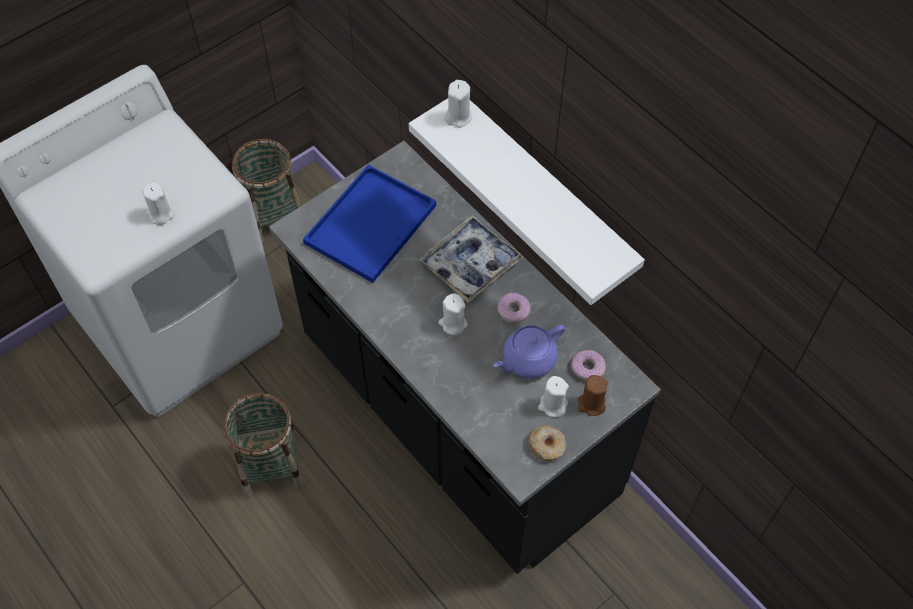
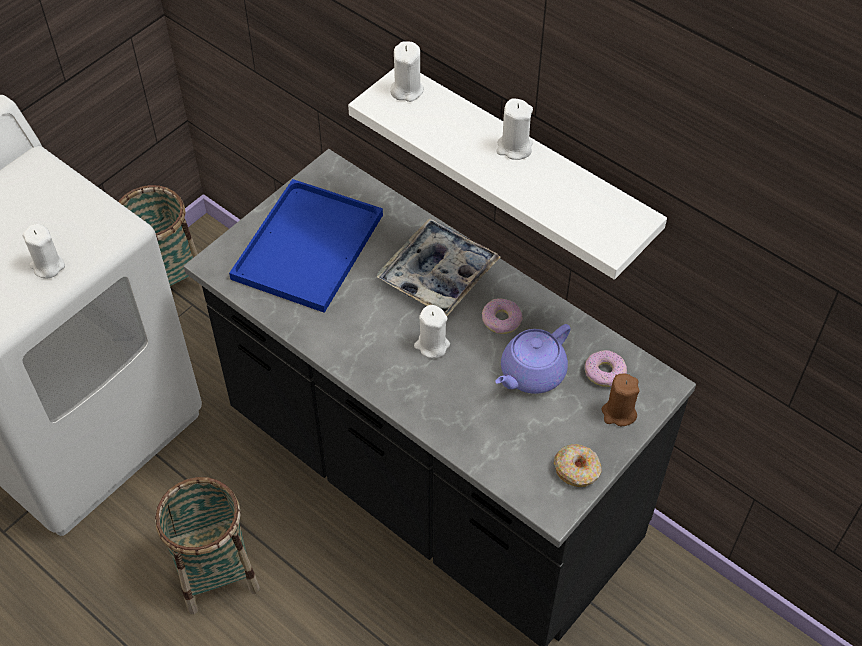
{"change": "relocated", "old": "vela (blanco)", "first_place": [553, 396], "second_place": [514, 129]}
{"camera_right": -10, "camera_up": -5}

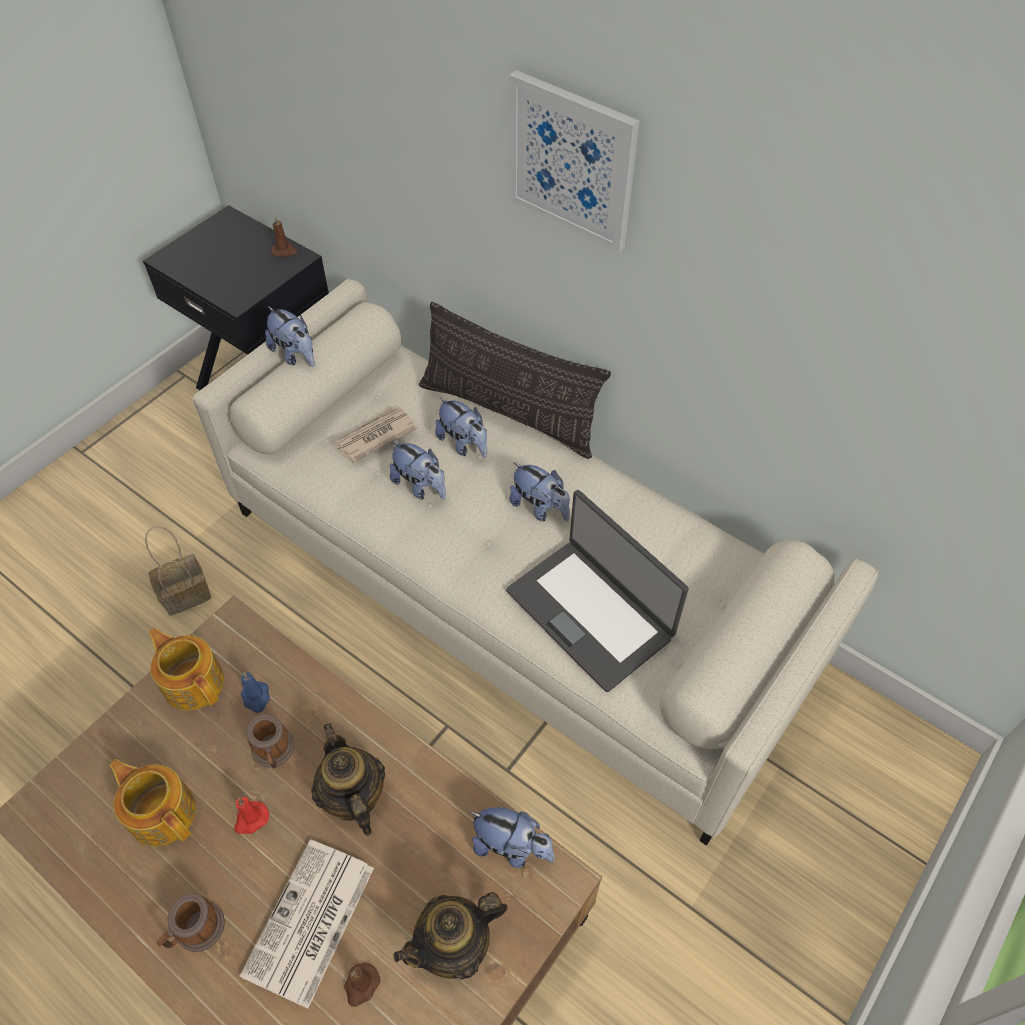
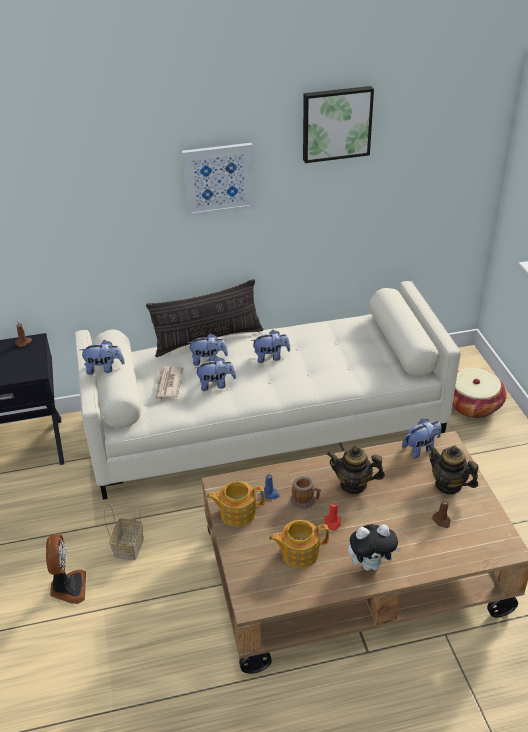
{"change": "exchanged", "old": "taza grande", "new": "peluche", "first_place": [190, 923], "second_place": [375, 547]}
{"change": "missing", "old": "periódico", "first_place": [307, 924]}
{"change": "spun", "old": "tetera", "first_place": [451, 936], "second_place": [453, 469], "degrees": 120}
{"change": "missing", "old": "portátil", "first_place": [597, 591]}
{"change": "appeared", "new": "ventilador", "second_place": [66, 569]}
{"change": "appeared", "new": "cuadro", "second_place": [338, 124]}
{"change": "appeared", "new": "cesta", "second_place": [479, 393]}
{"camera_right": -50, "camera_up": -15}

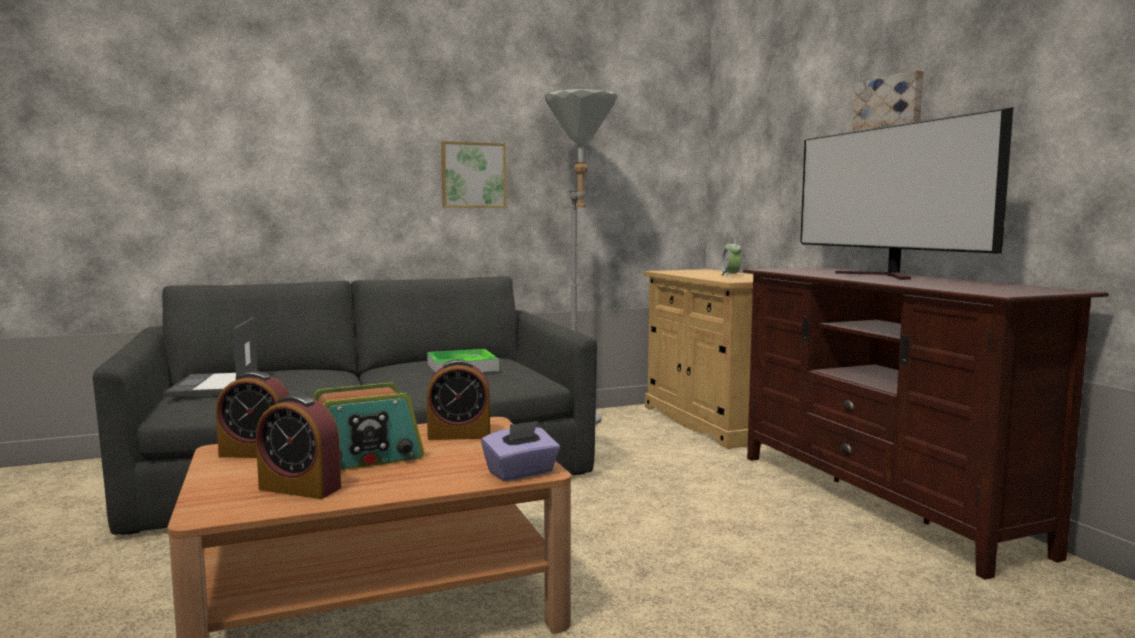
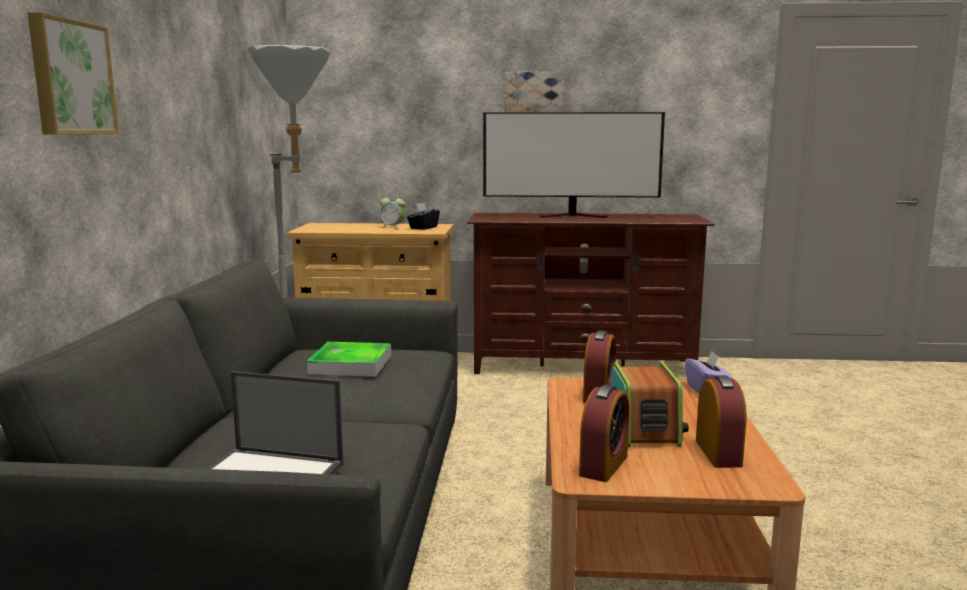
{"change": "spun", "old": "despertador", "first_place": [298, 446], "second_place": [721, 421], "degrees": -45}
{"change": "relocated", "old": "cuadro", "first_place": [473, 174], "second_place": [73, 73]}
{"change": "appeared", "new": "caja de pañuelos (negro)", "second_place": [423, 216]}
{"camera_right": -65, "camera_up": 5}

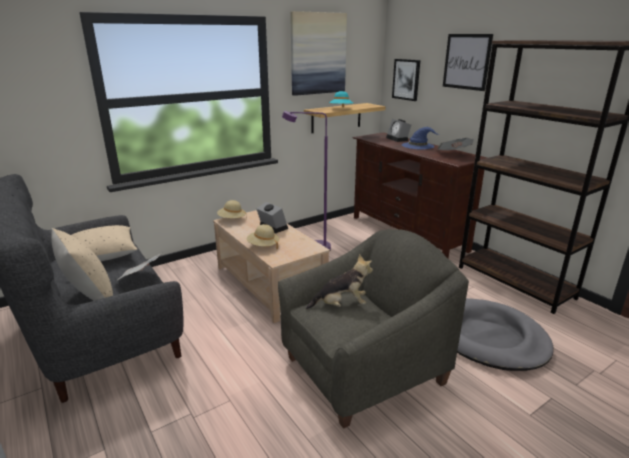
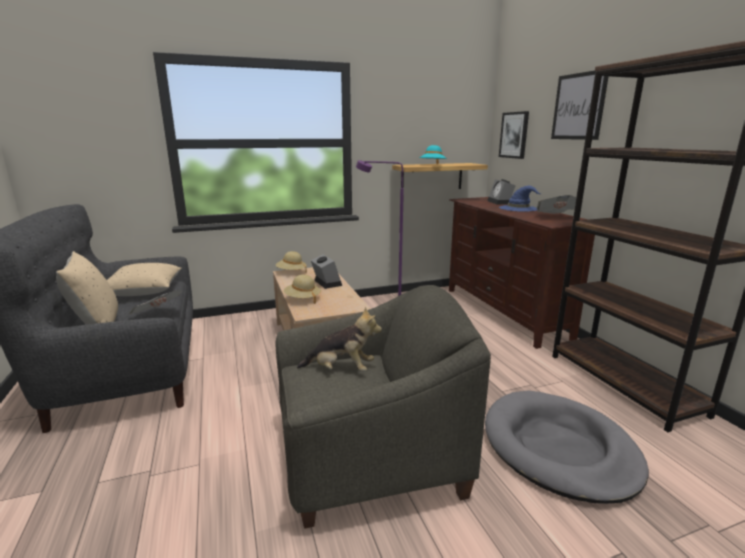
{"change": "missing", "old": "cuadro", "first_place": [318, 53]}
{"camera_right": 15, "camera_up": -5}

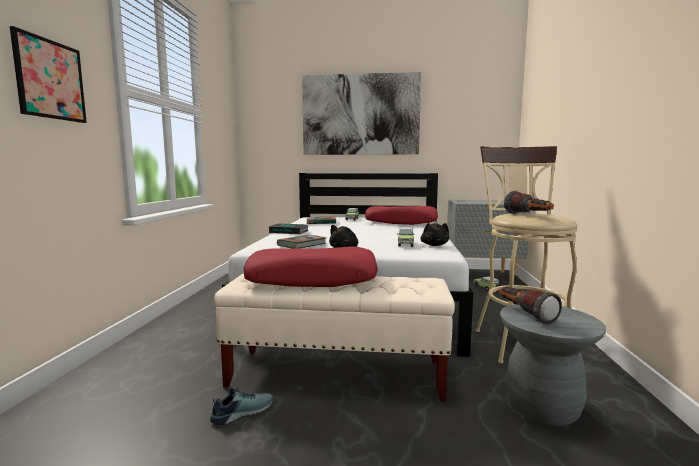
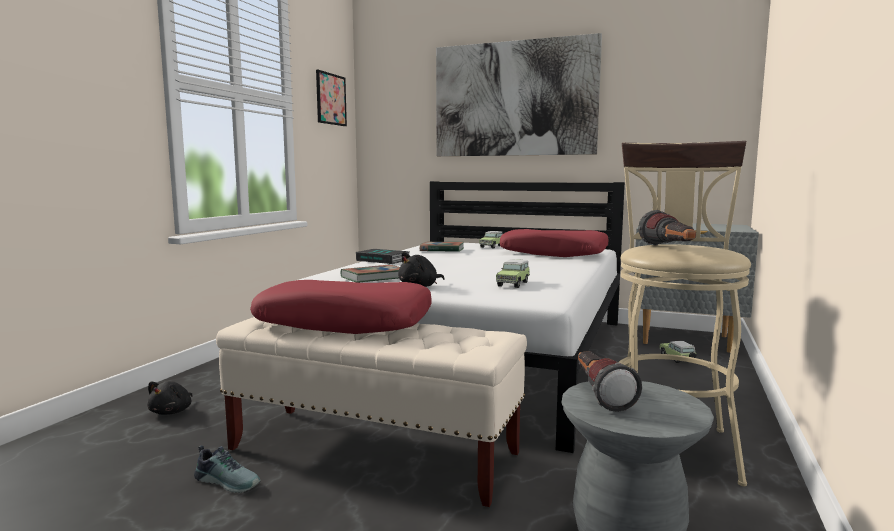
{"change": "relocated", "old": "cuadro", "first_place": [48, 74], "second_place": [331, 98]}
{"change": "spun", "old": "zapato", "first_place": [241, 406], "second_place": [227, 469], "degrees": 45}
{"change": "relocated", "old": "peluche (negro)", "first_place": [435, 234], "second_place": [170, 398]}
{"camera_right": 15, "camera_up": 0}

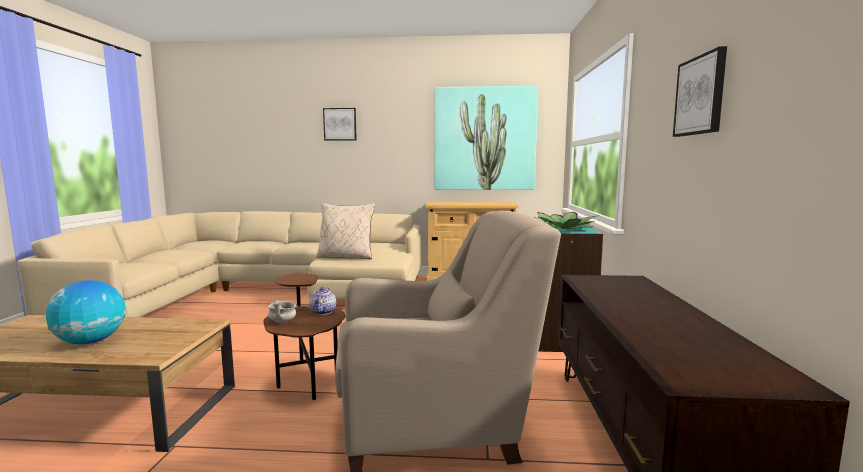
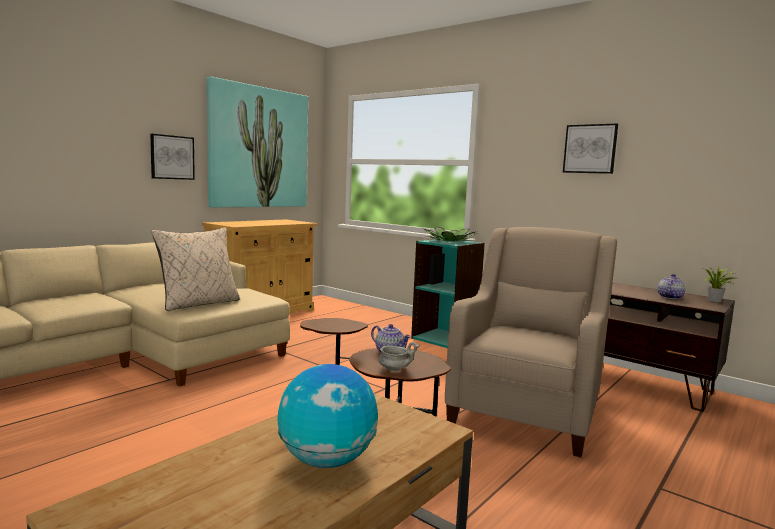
{"change": "relocated", "old": "cuadro", "first_place": [340, 124], "second_place": [172, 157]}
{"change": "appeared", "new": "tetera", "second_place": [672, 286]}
{"change": "appeared", "new": "planta en maceta", "second_place": [719, 284]}
{"camera_right": -55, "camera_up": 0}

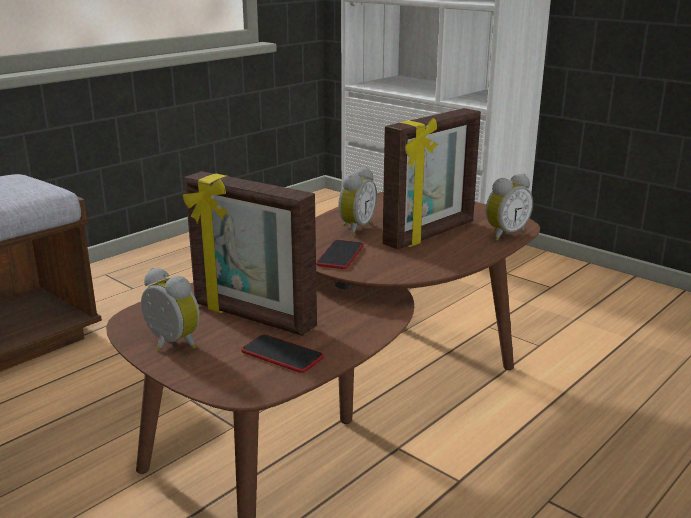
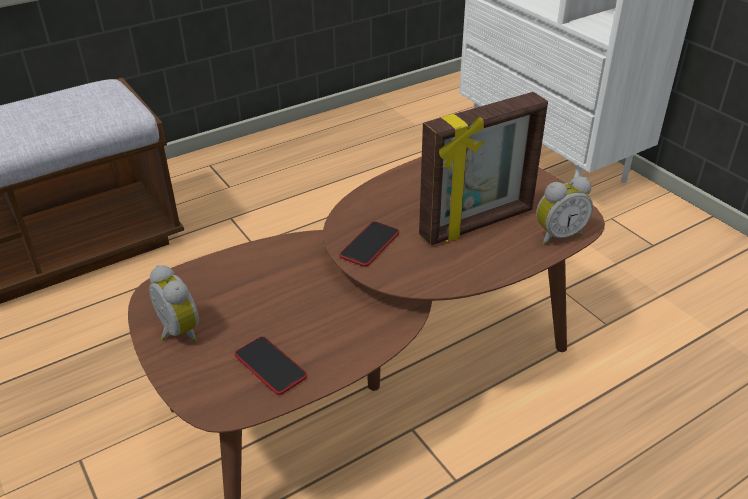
{"change": "missing", "old": "portarretratos", "first_place": [250, 253]}
{"change": "missing", "old": "despertador", "first_place": [357, 201]}
{"camera_right": 15, "camera_up": 15}

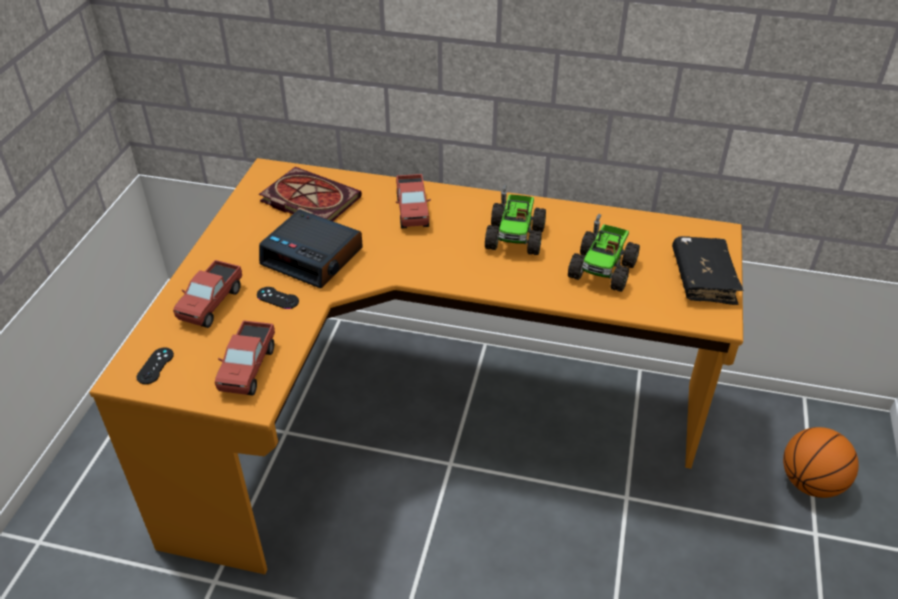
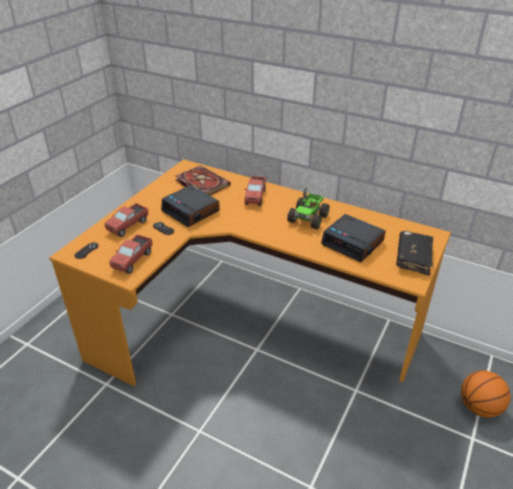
{"change": "exchanged", "old": "camión de juguete", "new": "despertador", "first_place": [604, 253], "second_place": [353, 238]}
{"camera_right": 15, "camera_up": -5}

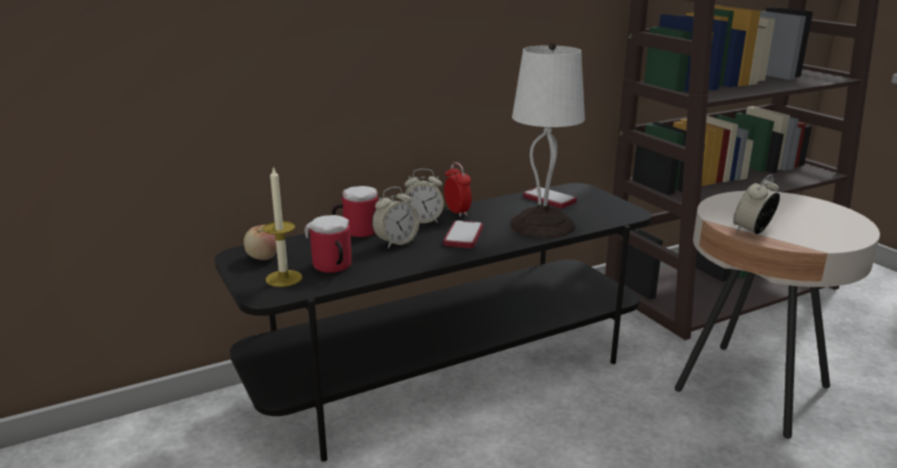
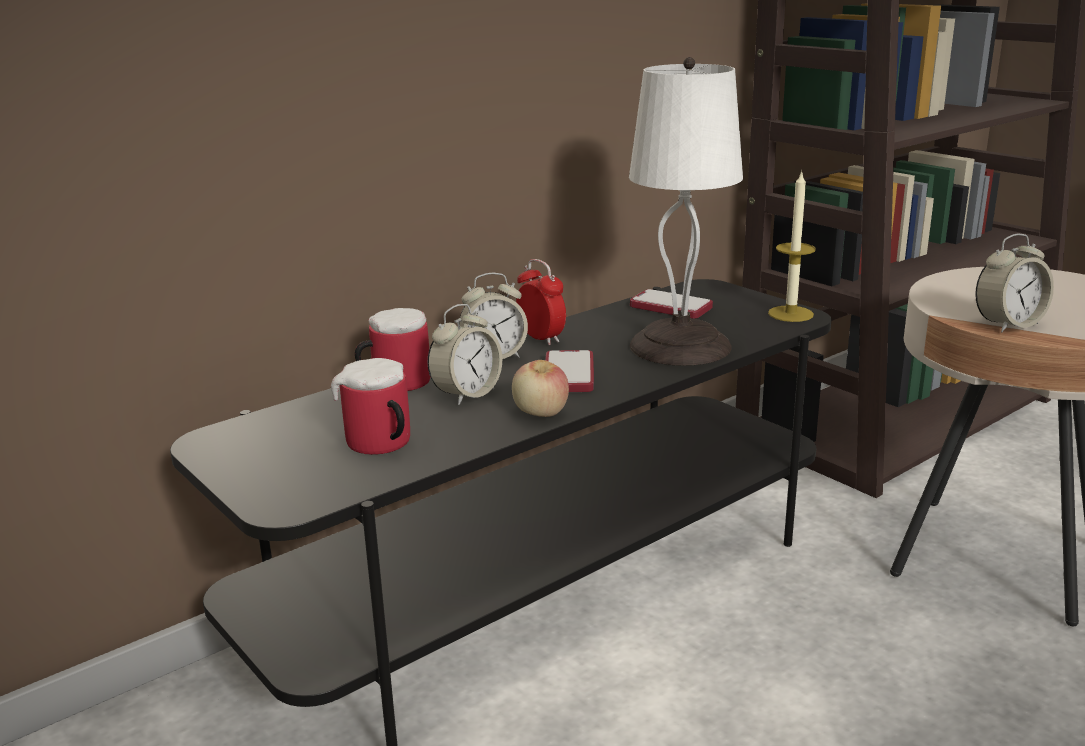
{"change": "relocated", "old": "manzana", "first_place": [260, 242], "second_place": [540, 388]}
{"change": "relocated", "old": "vela", "first_place": [282, 226], "second_place": [792, 246]}
{"change": "spun", "old": "despertador", "first_place": [756, 204], "second_place": [1014, 282], "degrees": -150}
{"camera_right": -10, "camera_up": 0}

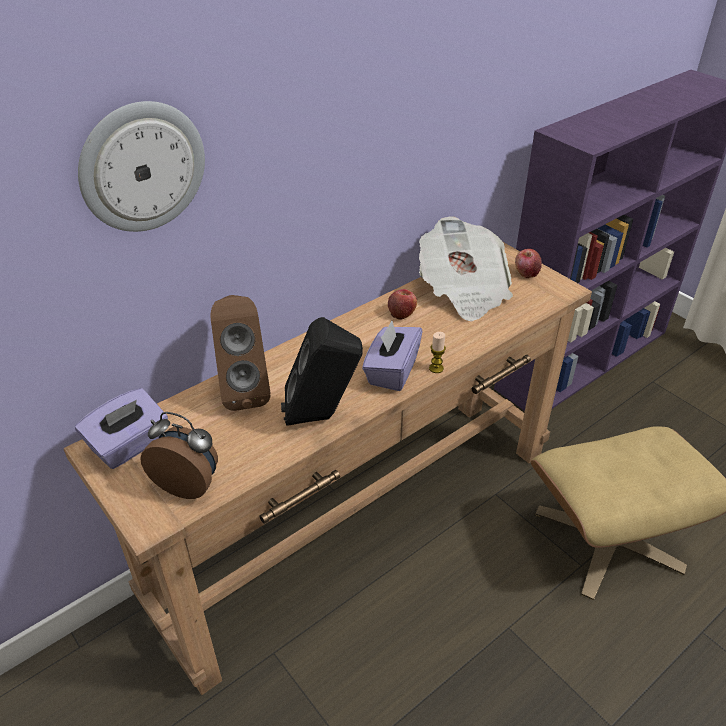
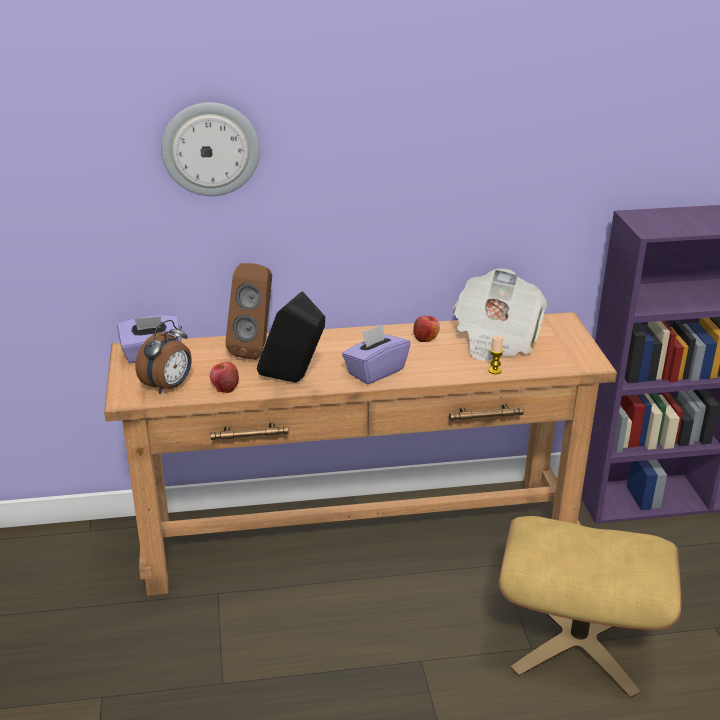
{"change": "spun", "old": "despertador", "first_place": [179, 455], "second_place": [163, 357], "degrees": 75}
{"change": "relocated", "old": "vela", "first_place": [437, 352], "second_place": [496, 355]}
{"change": "relocated", "old": "manzana", "first_place": [528, 263], "second_place": [224, 377]}
{"camera_right": 30, "camera_up": -10}

